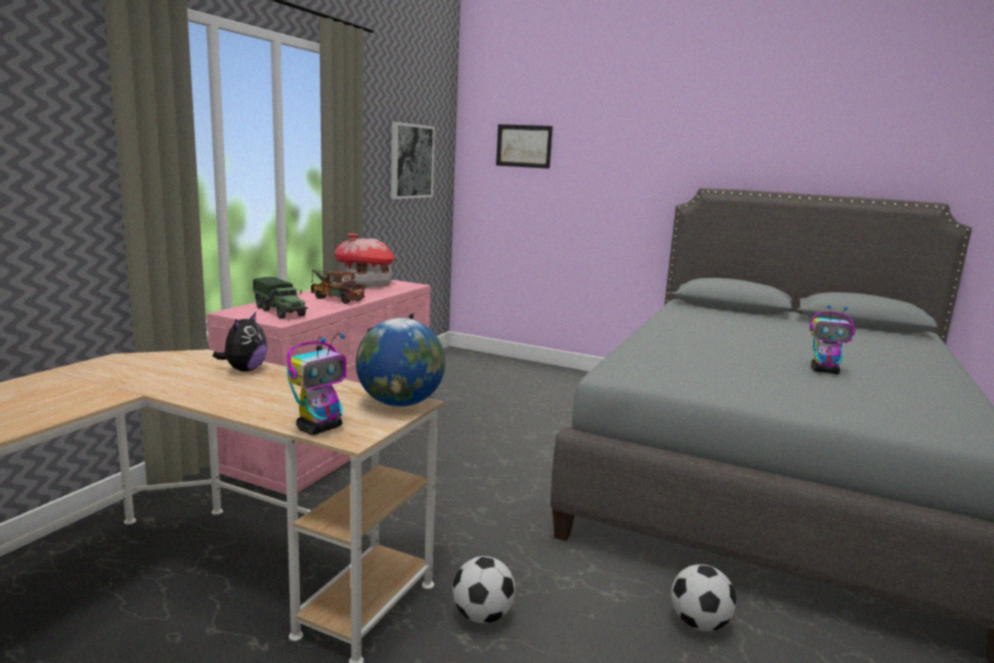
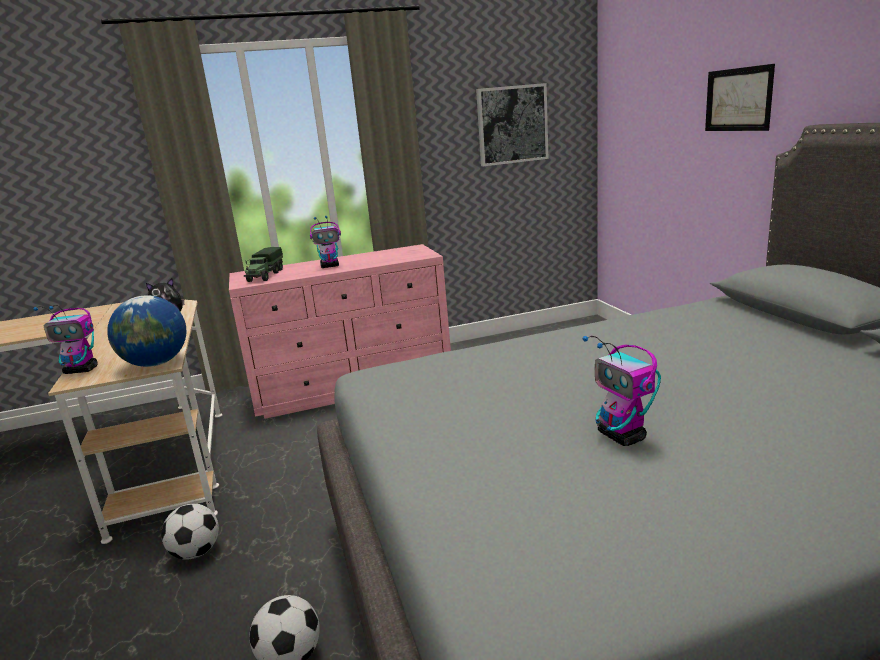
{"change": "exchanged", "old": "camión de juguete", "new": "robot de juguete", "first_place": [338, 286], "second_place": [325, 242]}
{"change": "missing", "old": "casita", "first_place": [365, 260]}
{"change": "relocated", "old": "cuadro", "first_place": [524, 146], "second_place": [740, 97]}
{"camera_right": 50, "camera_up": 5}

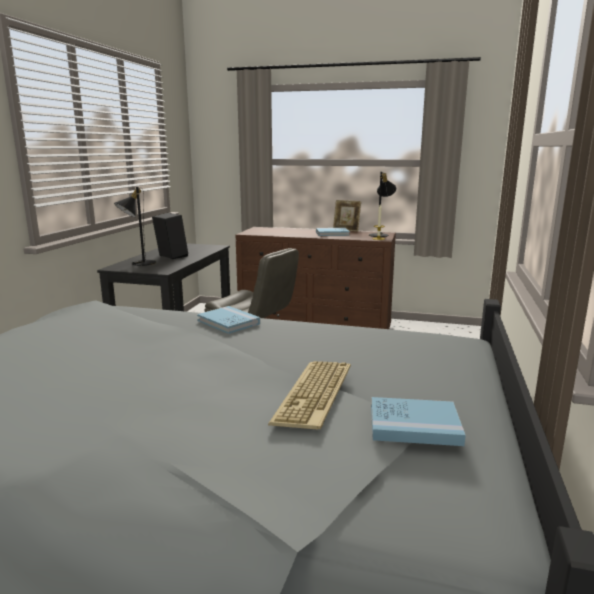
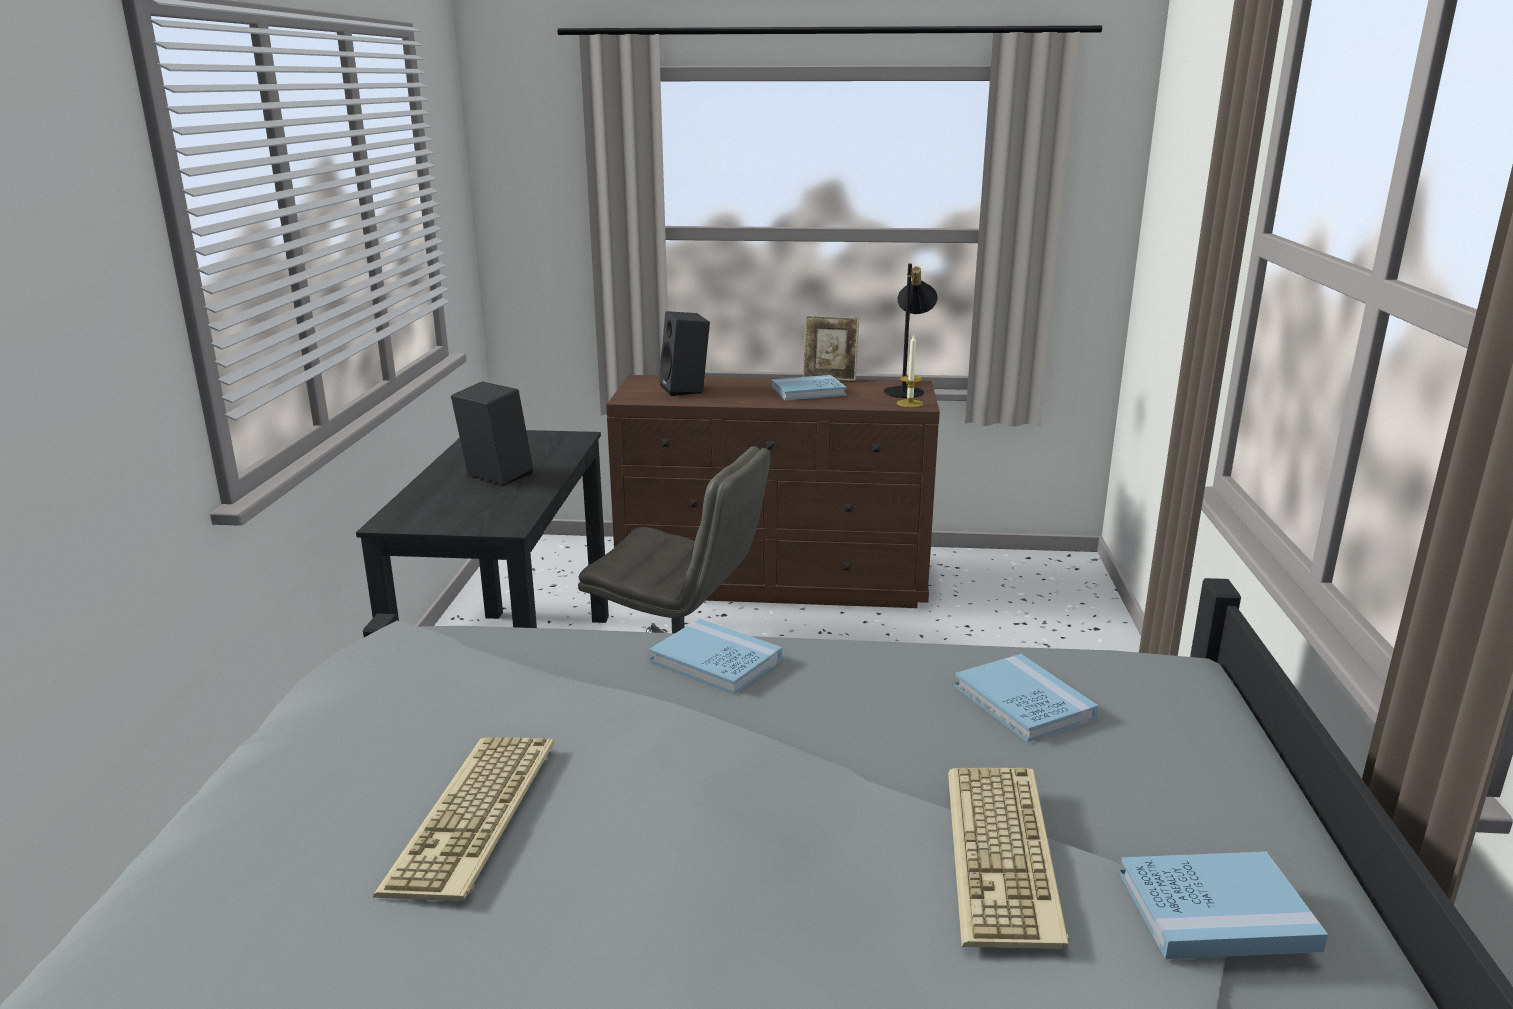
{"change": "missing", "old": "lámpara de mesa (negro)", "first_place": [135, 226]}
{"change": "appeared", "new": "teclado", "second_place": [463, 819]}
{"change": "appeared", "new": "altavoz (negro)", "second_place": [684, 353]}
{"change": "appeared", "new": "libro (azul)", "second_place": [1026, 698]}
{"camera_right": -10, "camera_up": 5}

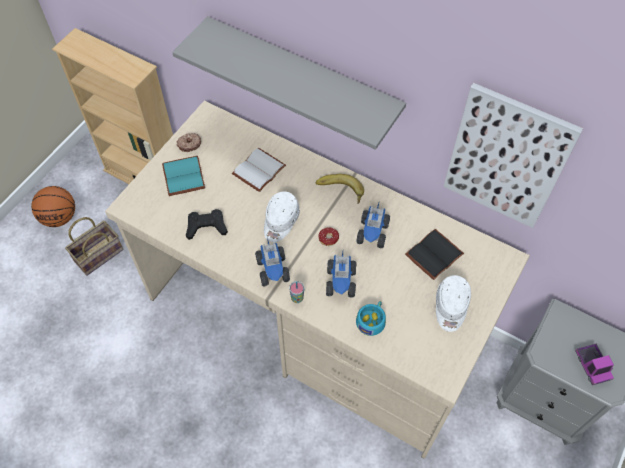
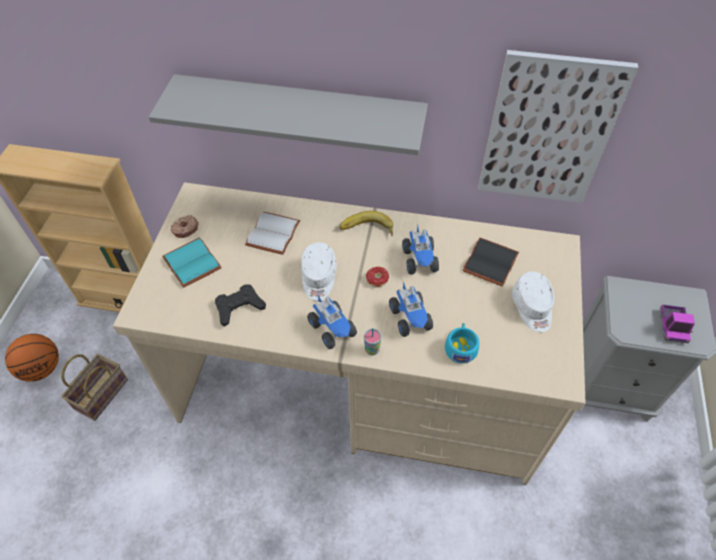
{"change": "spun", "old": "camión de juguete", "first_place": [594, 364], "second_place": [677, 323], "degrees": 45}
{"camera_right": -20, "camera_up": -5}

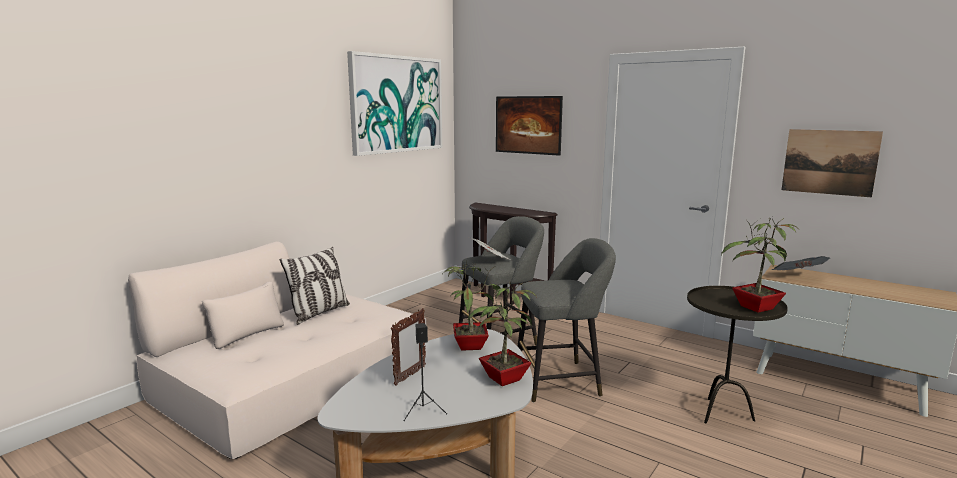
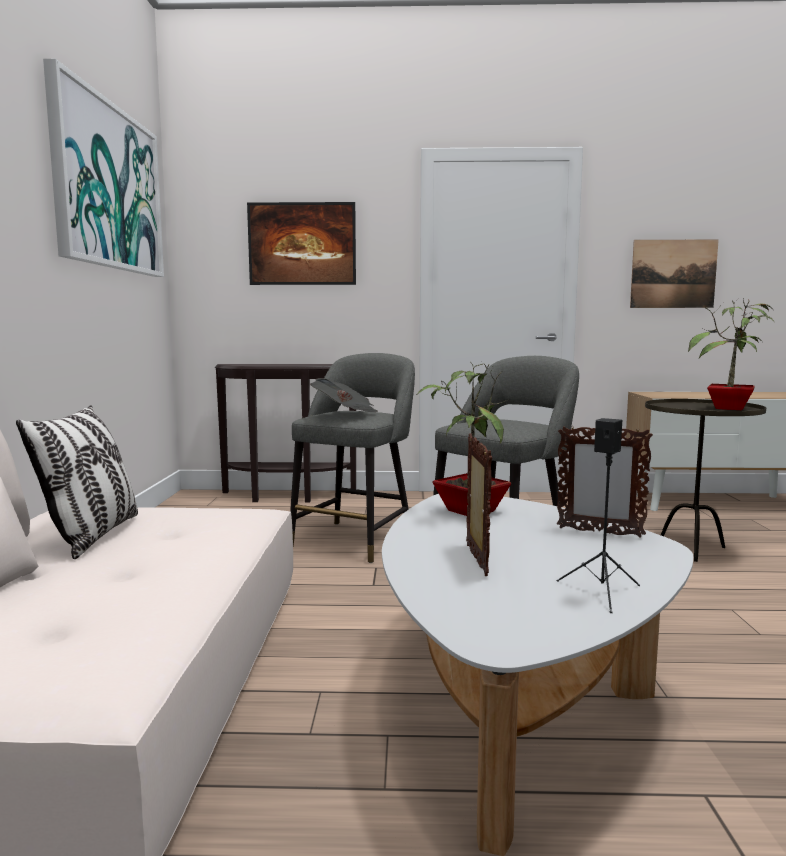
{"change": "exchanged", "old": "planta en maceta", "new": "portarretratos", "first_place": [502, 333], "second_place": [605, 482]}
{"change": "missing", "old": "periódico", "first_place": [800, 263]}
{"camera_right": -35, "camera_up": -5}

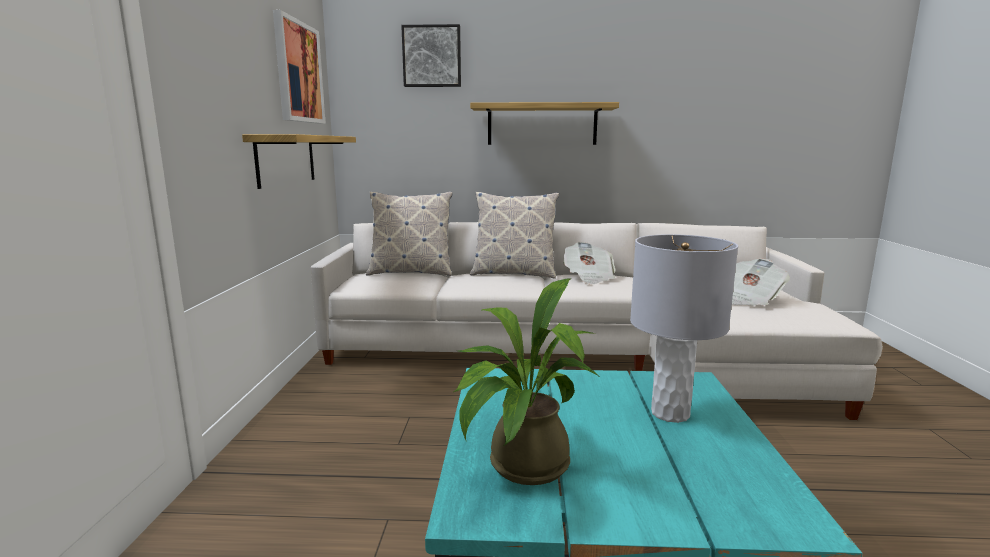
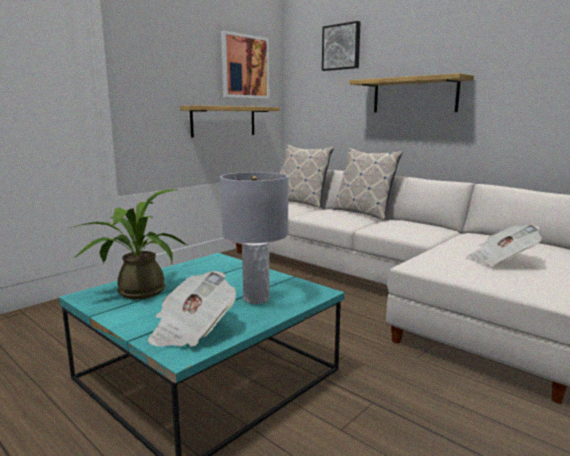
{"change": "relocated", "old": "periódico", "first_place": [589, 263], "second_place": [192, 309]}
{"camera_right": 40, "camera_up": 0}

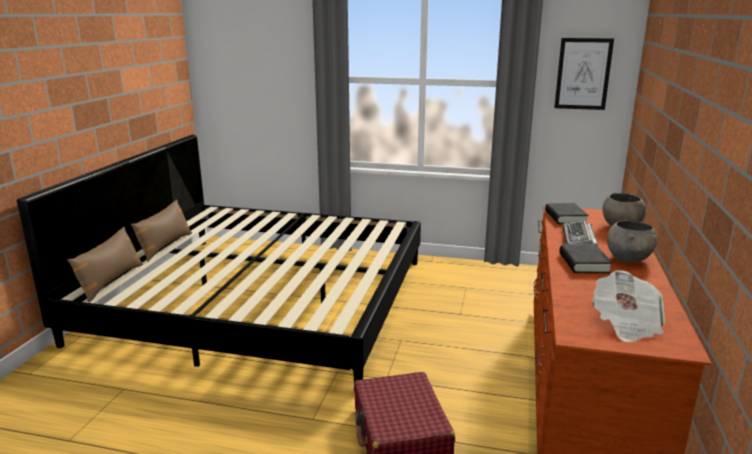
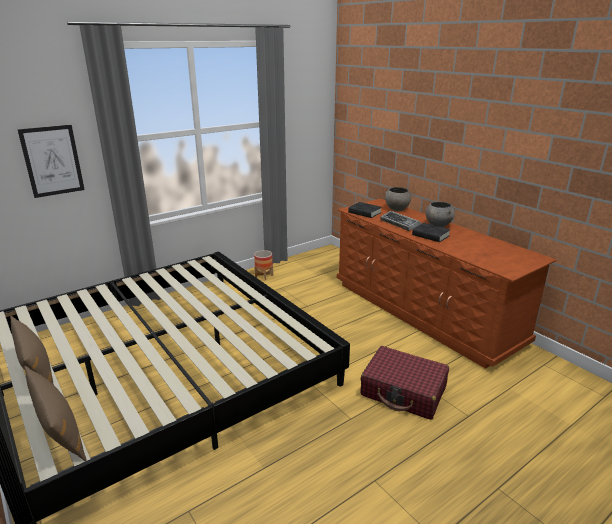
{"change": "relocated", "old": "cuadro", "first_place": [584, 74], "second_place": [51, 161]}
{"change": "missing", "old": "periódico", "first_place": [628, 306]}
{"change": "appeared", "new": "maceta", "second_place": [263, 265]}
{"camera_right": -50, "camera_up": 5}

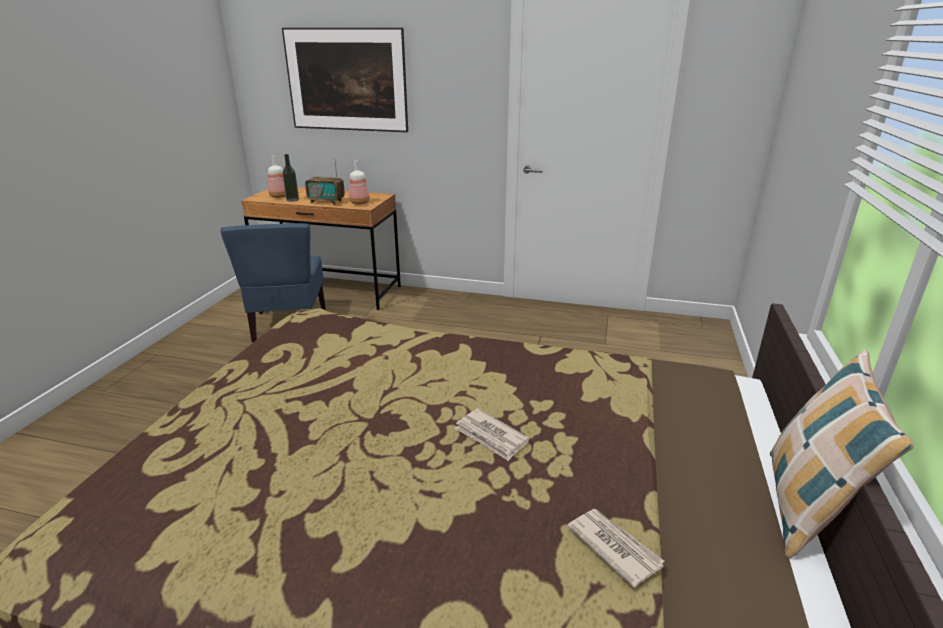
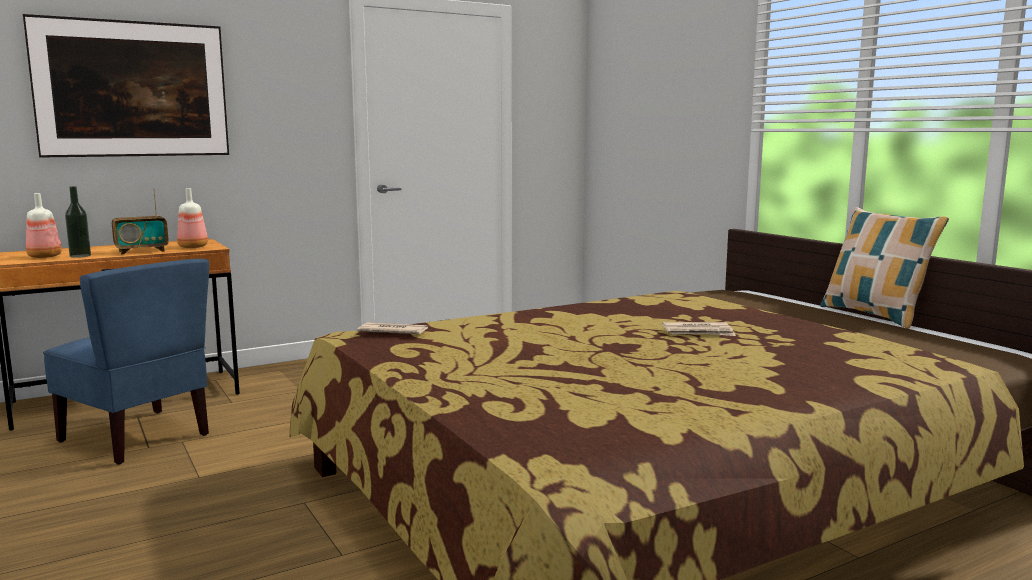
{"change": "relocated", "old": "periódico", "first_place": [615, 548], "second_place": [392, 328]}
{"camera_right": -45, "camera_up": -15}

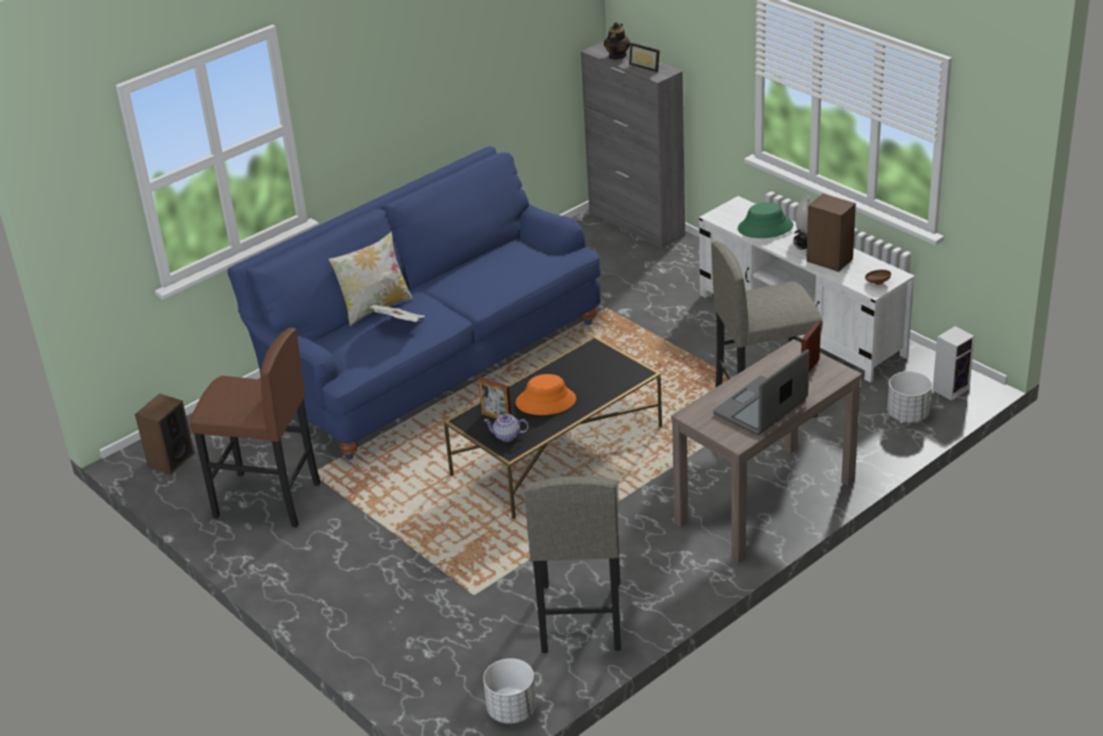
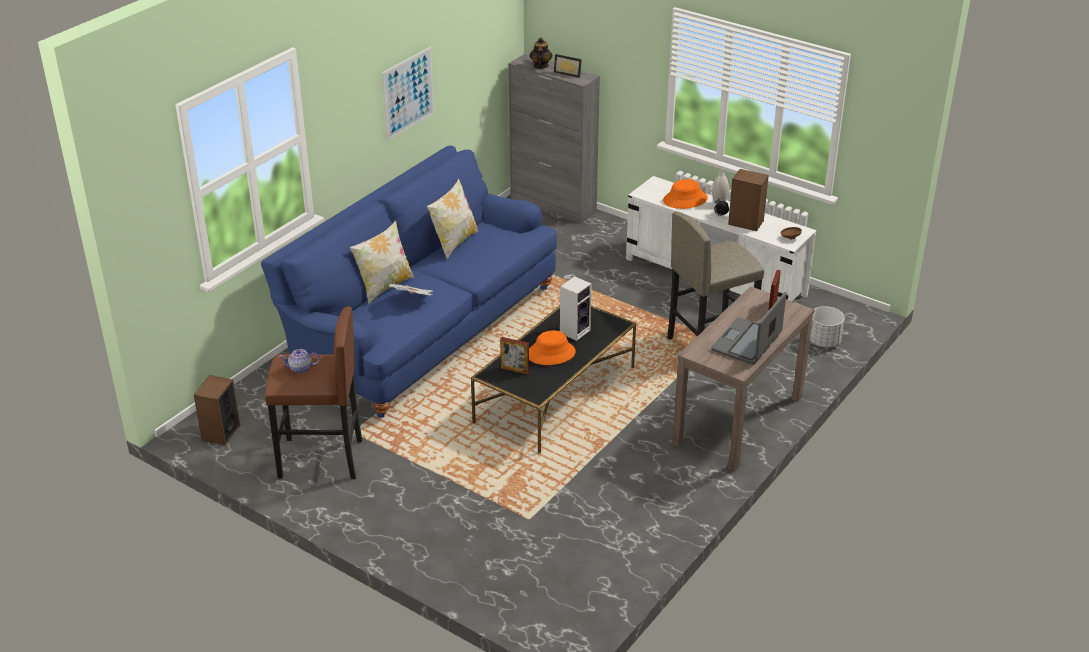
{"change": "missing", "old": "maceta (blanco)", "first_place": [510, 691]}
{"change": "relocated", "old": "tetera", "first_place": [506, 428], "second_place": [299, 361]}
{"change": "missing", "old": "taburete (gris)", "first_place": [572, 564]}
{"change": "colour", "old": "sombrero (verde)", "new": "sombrero (naranja)", "first_place": [765, 220], "second_place": [685, 194]}
{"change": "relocated", "old": "altavoz", "first_place": [954, 363], "second_place": [576, 308]}
{"change": "appeared", "new": "cuadro", "second_place": [408, 93]}
{"change": "appeared", "new": "cojín", "second_place": [452, 219]}
{"camera_right": -15, "camera_up": 0}

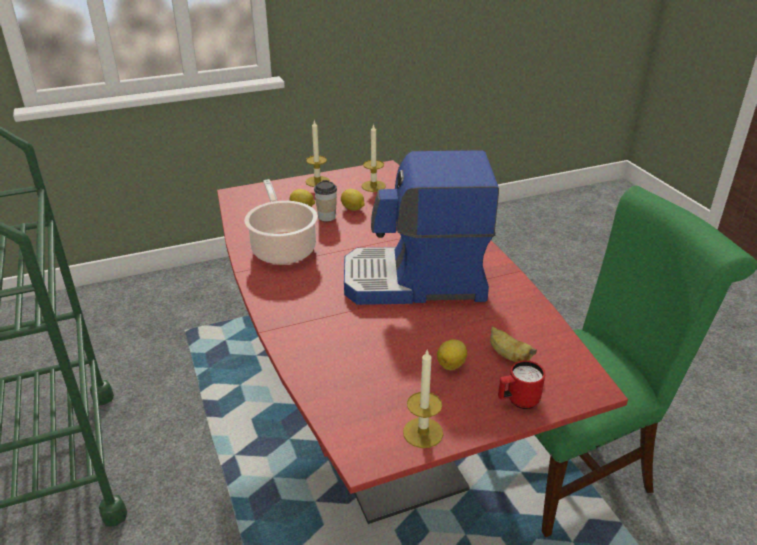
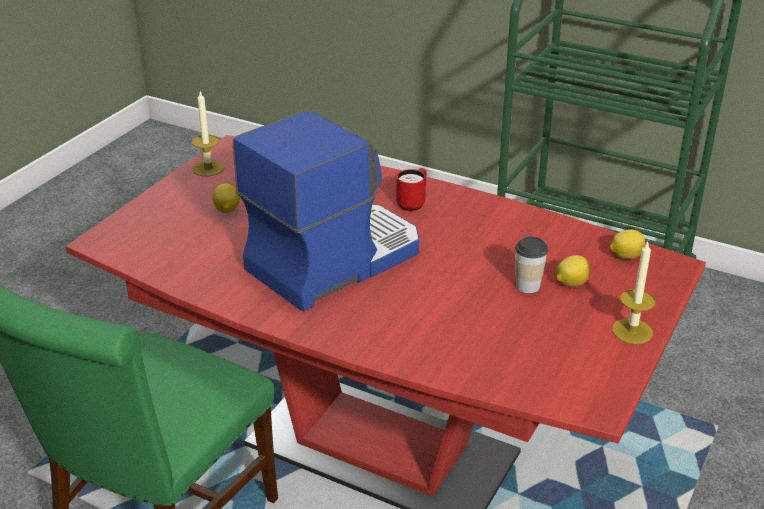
{"change": "missing", "old": "olla", "first_place": [281, 221]}
{"change": "relocated", "old": "limón", "first_place": [353, 200], "second_place": [627, 244]}
{"change": "missing", "old": "vela", "first_place": [374, 158]}
{"change": "missing", "old": "plátano", "first_place": [513, 344]}
{"change": "relocated", "old": "taza grande (rojo)", "first_place": [521, 385], "second_place": [411, 189]}
{"camera_right": 140, "camera_up": 0}

